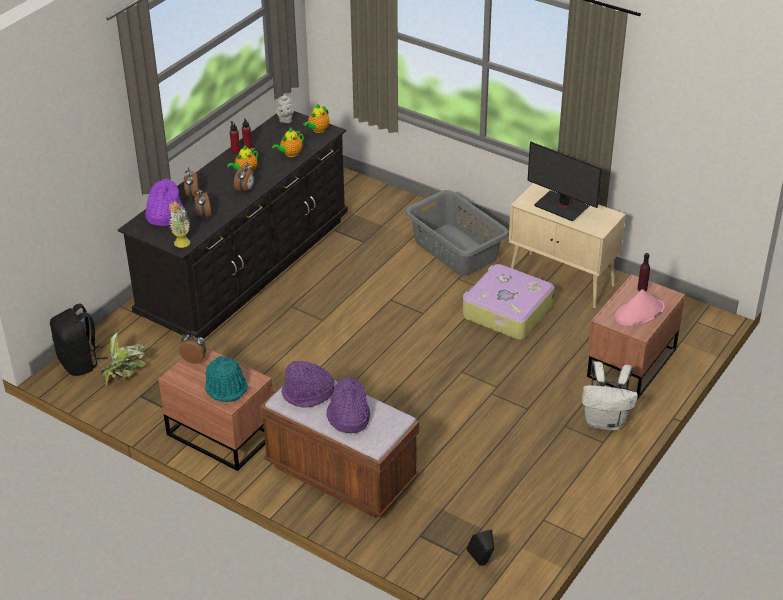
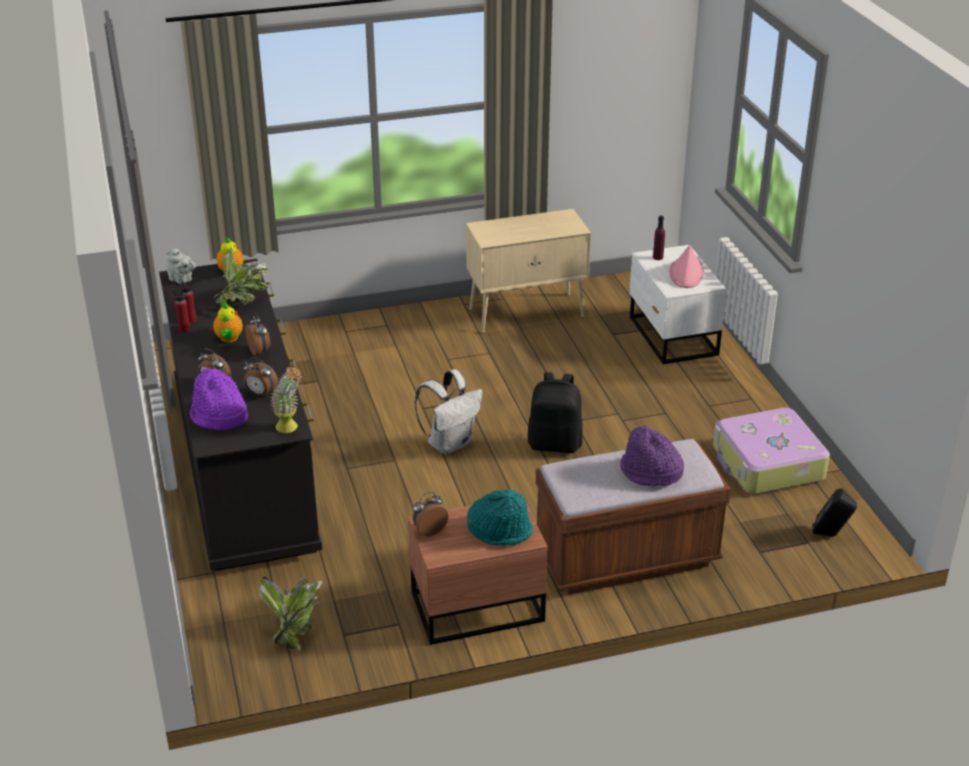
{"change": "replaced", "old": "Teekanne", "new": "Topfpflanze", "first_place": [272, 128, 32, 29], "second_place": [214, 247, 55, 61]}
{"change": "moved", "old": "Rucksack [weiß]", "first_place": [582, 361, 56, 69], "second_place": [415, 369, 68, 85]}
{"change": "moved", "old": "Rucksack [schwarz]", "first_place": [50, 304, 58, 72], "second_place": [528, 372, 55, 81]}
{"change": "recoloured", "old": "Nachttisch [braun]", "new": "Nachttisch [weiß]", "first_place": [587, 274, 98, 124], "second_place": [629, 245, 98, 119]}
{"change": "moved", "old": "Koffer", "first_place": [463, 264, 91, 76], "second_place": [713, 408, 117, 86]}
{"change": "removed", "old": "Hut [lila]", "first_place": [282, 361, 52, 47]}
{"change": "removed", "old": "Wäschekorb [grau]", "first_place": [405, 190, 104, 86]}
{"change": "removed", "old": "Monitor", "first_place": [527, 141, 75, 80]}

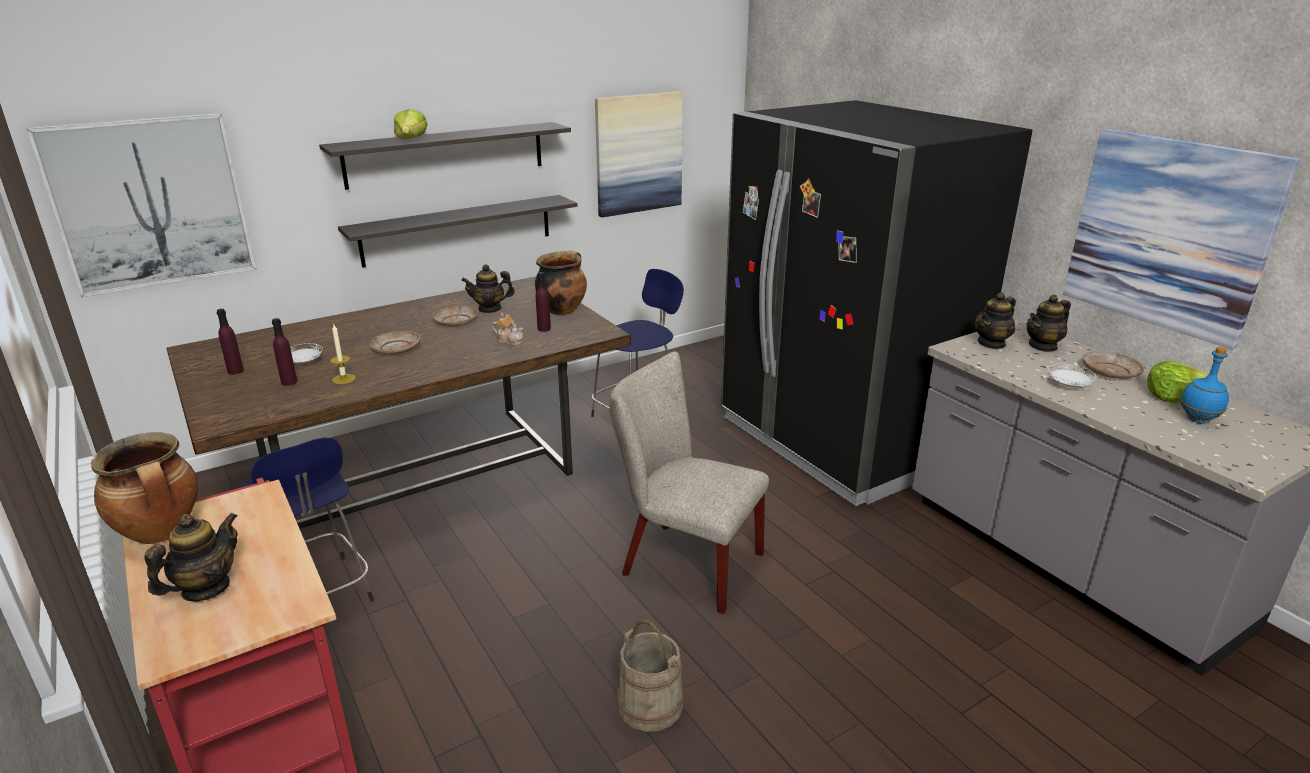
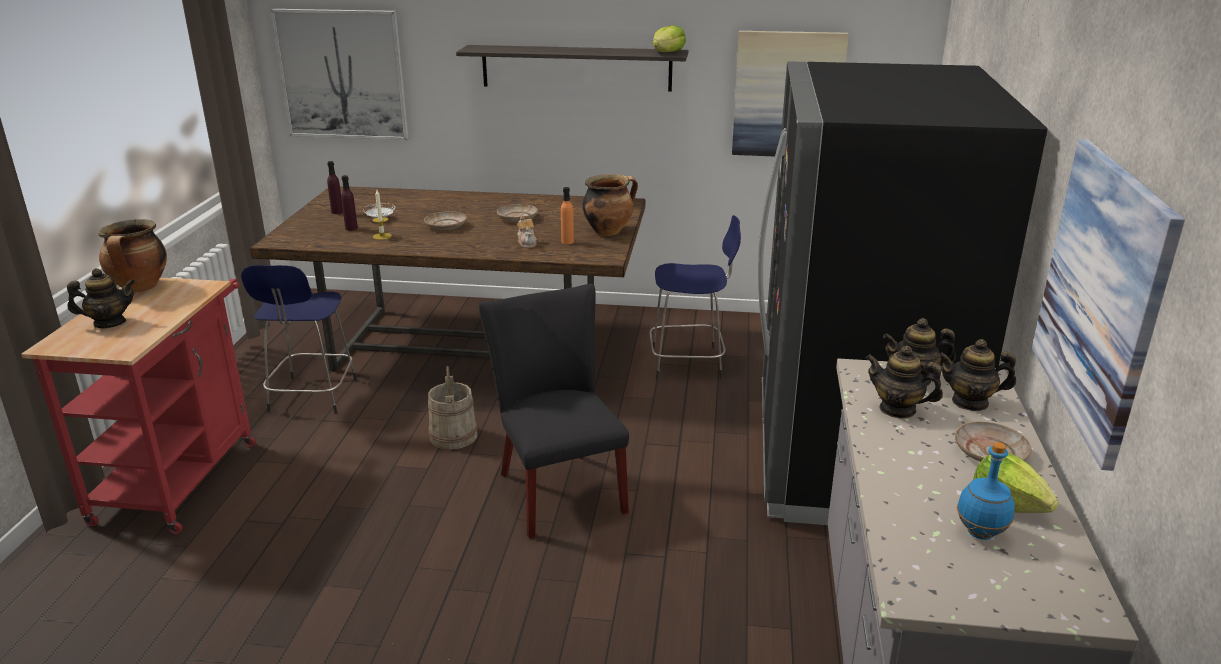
{"change": "moved", "old": "Eimer [beige]", "first_place": [617, 620, 67, 112], "second_place": [428, 366, 50, 84]}
{"change": "recoloured", "old": "Stuhl [beige]", "new": "Stuhl [schwarz]", "first_place": [610, 351, 159, 263], "second_place": [479, 284, 150, 255]}
{"change": "recoloured", "old": "Flasche [lila]", "new": "Flasche [orange]", "first_place": [536, 272, 15, 60], "second_place": [561, 187, 13, 57]}
{"change": "moved", "old": "Salatkopf", "first_place": [394, 109, 34, 30], "second_place": [653, 25, 33, 27]}
{"change": "moved", "old": "Teekanne", "first_place": [461, 265, 54, 48], "second_place": [866, 346, 77, 73]}
{"change": "removed", "old": "Wandregal", "first_place": [338, 195, 240, 72]}
{"change": "removed", "old": "Teller [weiß]", "first_place": [1048, 364, 48, 23]}

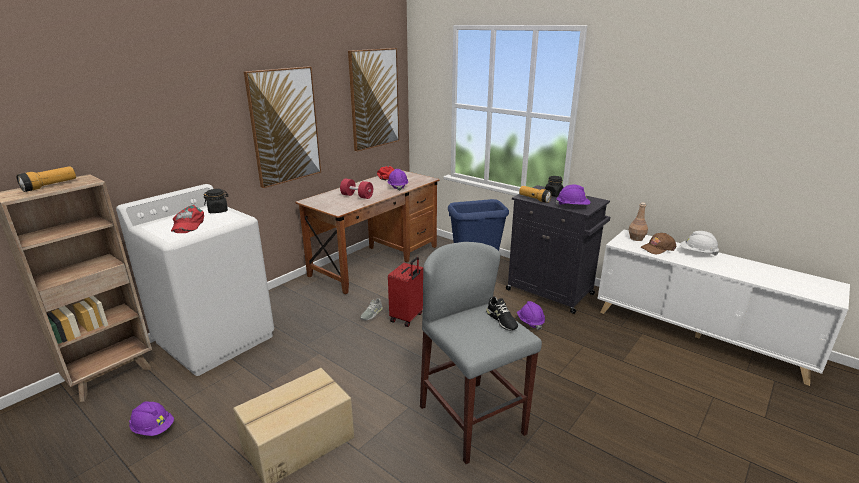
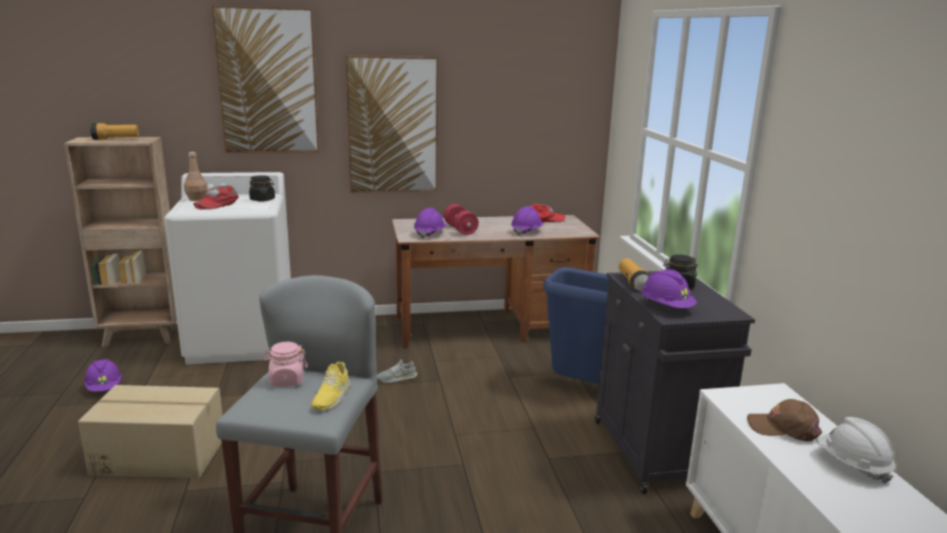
{"change": "moved", "old": "Flasche [braun]", "first_place": [629, 202, 19, 39], "second_place": [184, 152, 24, 49]}
{"change": "moved", "old": "Bild", "first_place": [348, 48, 51, 104], "second_place": [211, 5, 108, 148]}
{"change": "added", "new": "Vorratsglas [rosa]", "second_place": [263, 342, 44, 45]}
{"change": "recoloured", "old": "Schuh [schwarz]", "new": "Schuh [gelb]", "first_place": [486, 296, 32, 34], "second_place": [311, 362, 39, 48]}
{"change": "moved", "old": "Schutzhelm [lila]", "first_place": [517, 301, 28, 29], "second_place": [414, 208, 32, 31]}
{"change": "removed", "old": "Koffer [rot]", "first_place": [388, 257, 35, 70]}

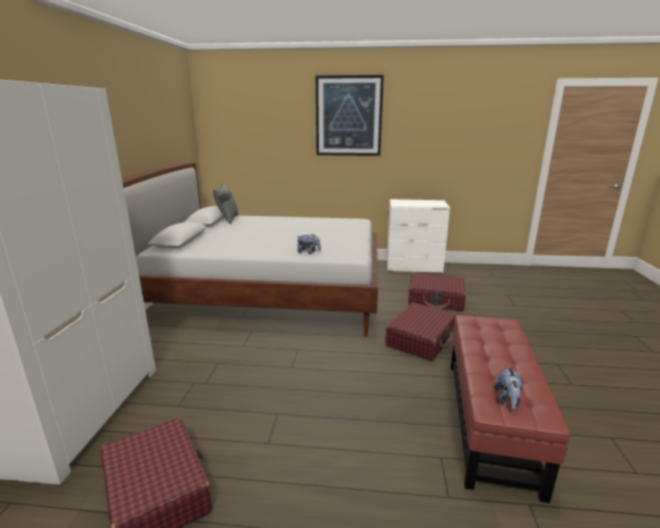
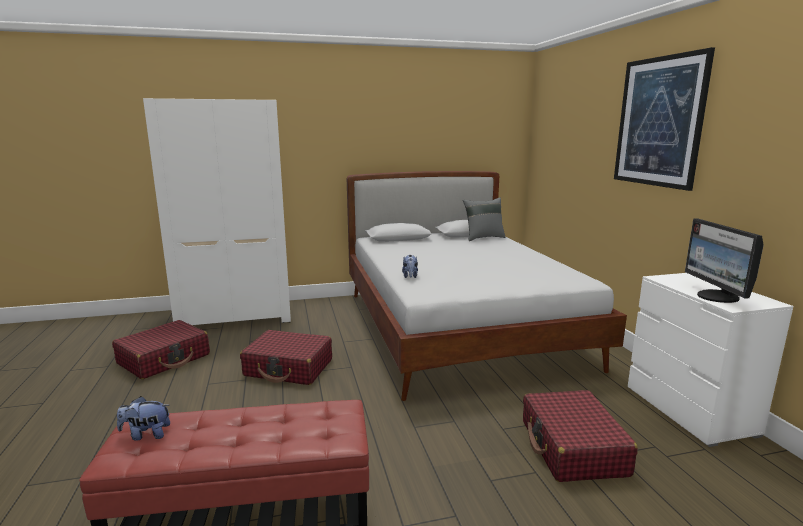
{"change": "moved", "old": "Koffer [rot]", "first_place": [386, 303, 70, 58], "second_place": [240, 330, 92, 55]}
{"change": "added", "new": "Monitor", "second_place": [685, 218, 79, 85]}

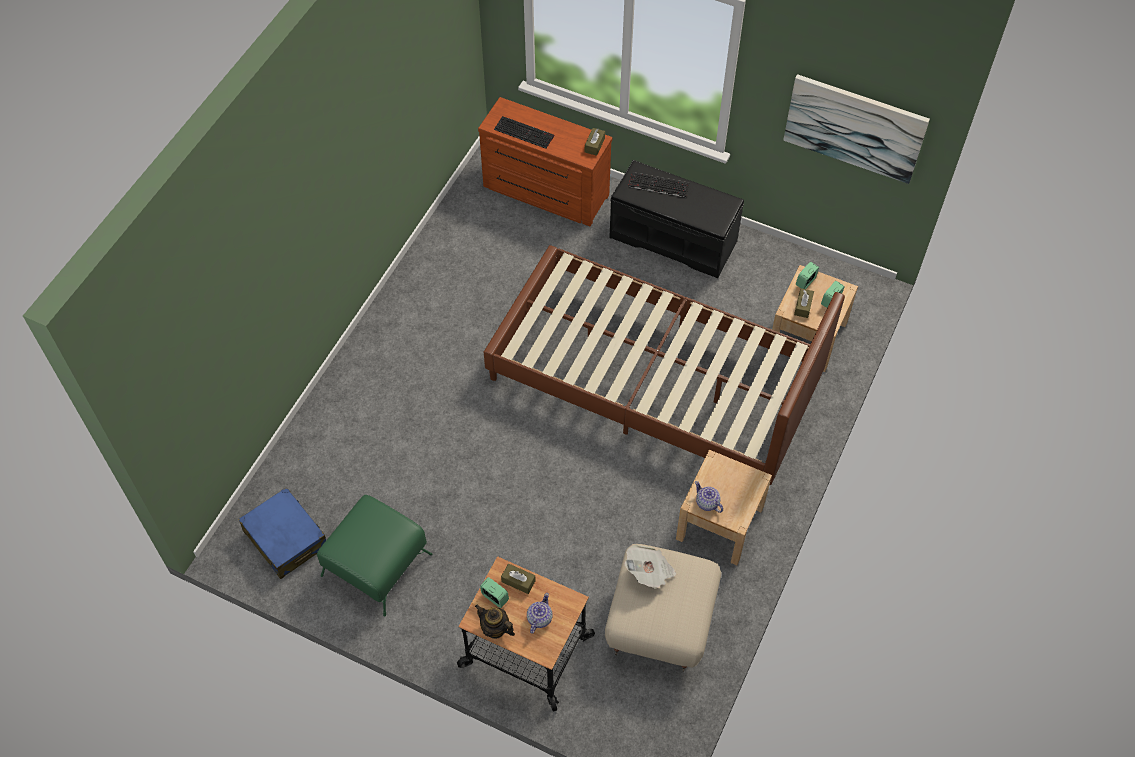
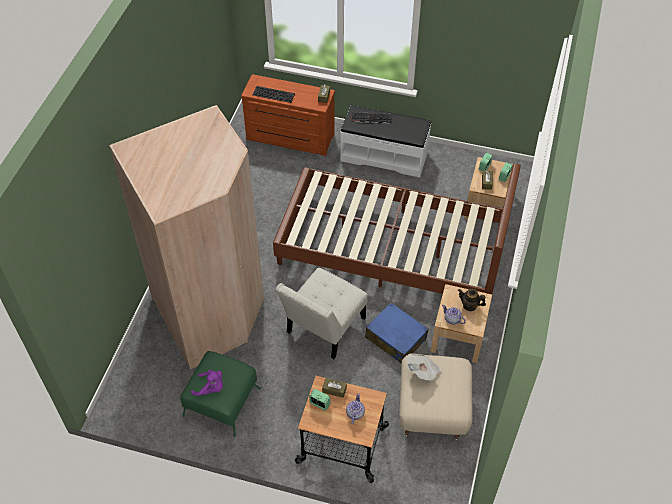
{"change": "added", "new": "Kleiderschrank [beige]", "second_place": [109, 105, 155, 265]}
{"change": "added", "new": "Plüschtier [lila]", "second_place": [191, 370, 32, 26]}
{"change": "added", "new": "Stuhl [weiß]", "second_place": [276, 268, 92, 91]}
{"change": "recoloured", "old": "Bank [schwarz]", "new": "Bank [weiß]", "first_place": [609, 160, 135, 118], "second_place": [340, 105, 91, 73]}
{"change": "moved", "old": "Koffer [blau]", "first_place": [238, 487, 88, 92], "second_place": [365, 303, 64, 60]}
{"change": "moved", "old": "Teekanne", "first_place": [475, 604, 40, 35], "second_place": [458, 289, 28, 22]}
{"change": "removed", "old": "Bild", "first_place": [783, 74, 147, 110]}

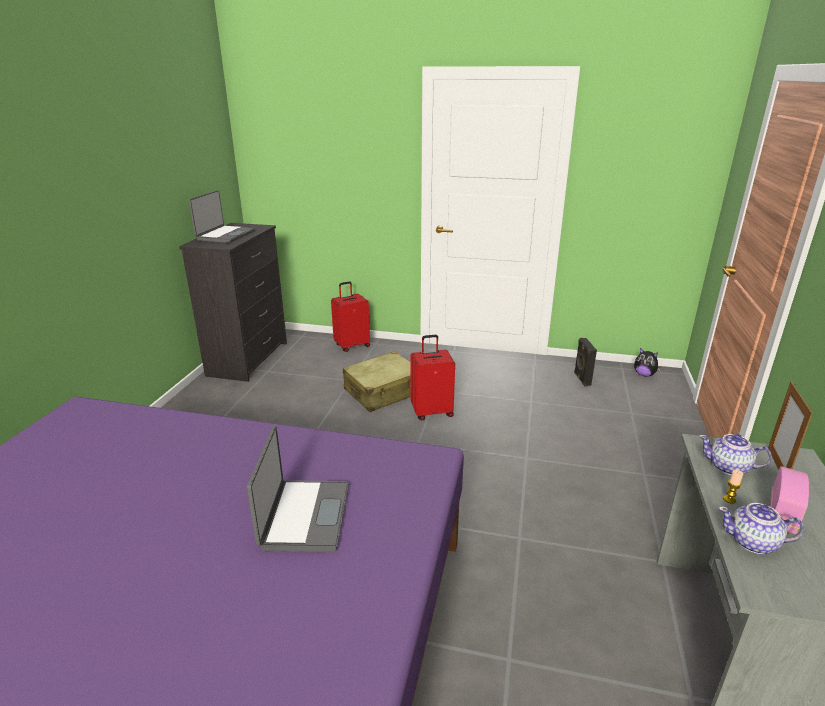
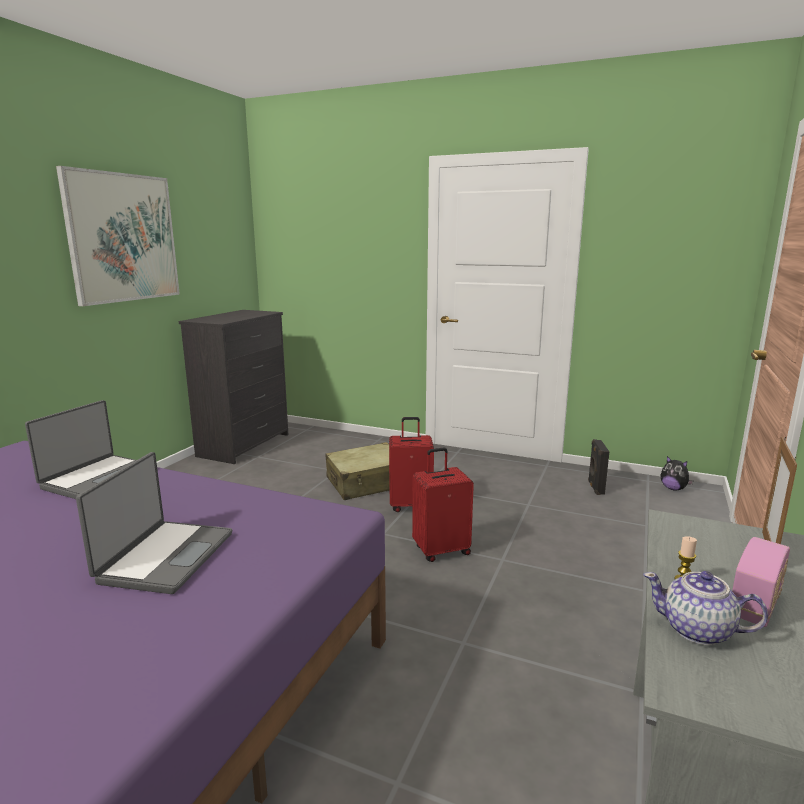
{"change": "moved", "old": "Laptop", "first_place": [189, 190, 66, 53], "second_place": [25, 400, 111, 99]}
{"change": "added", "new": "Bild", "second_place": [56, 166, 124, 140]}
{"change": "moved", "old": "Koffer [rot]", "first_place": [331, 281, 39, 71], "second_place": [412, 448, 62, 114]}
{"change": "removed", "old": "Teekanne", "first_place": [699, 434, 73, 41]}

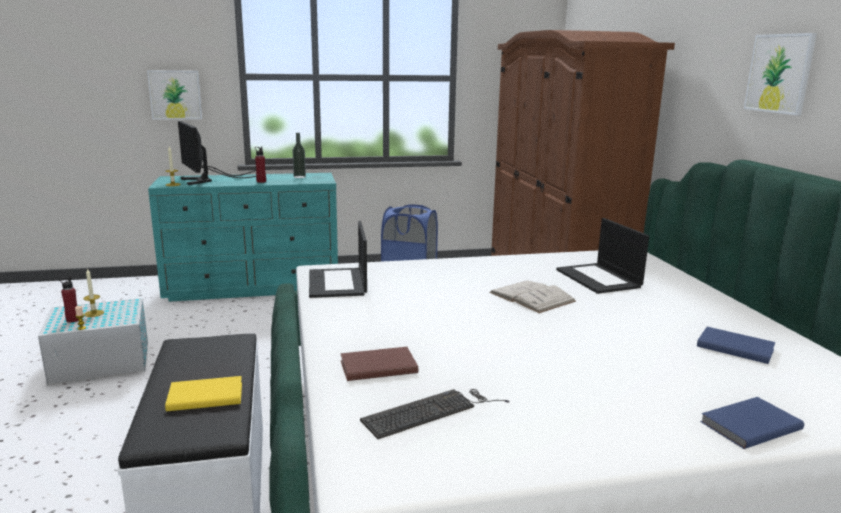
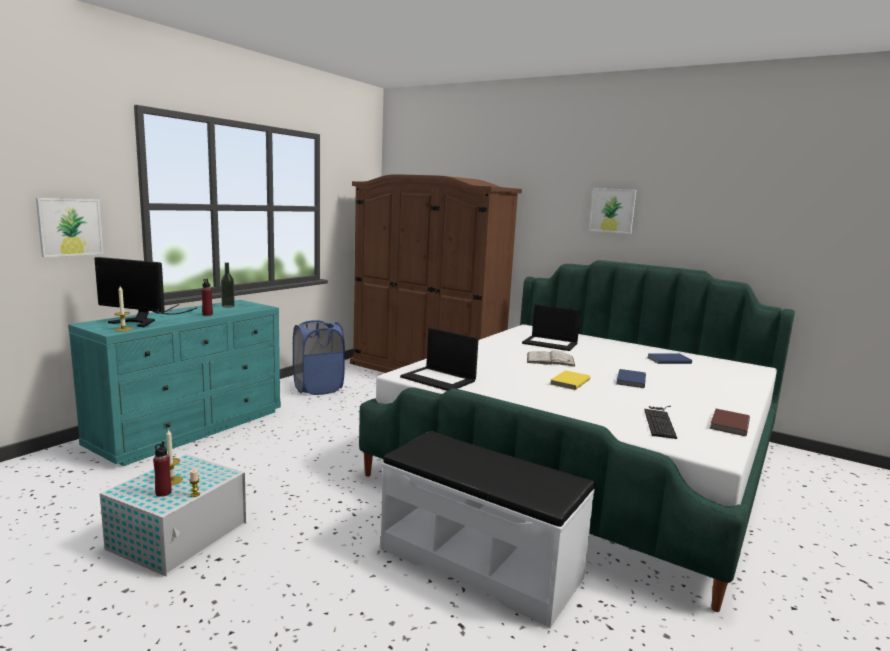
{"change": "moved", "old": "Buch [gelb]", "first_place": [165, 376, 77, 35], "second_place": [550, 370, 41, 20]}
{"change": "moved", "old": "Buch [blau]", "first_place": [700, 397, 104, 52], "second_place": [616, 369, 30, 19]}
{"change": "moved", "old": "Buch [braun]", "first_place": [340, 347, 78, 34], "second_place": [710, 409, 40, 27]}

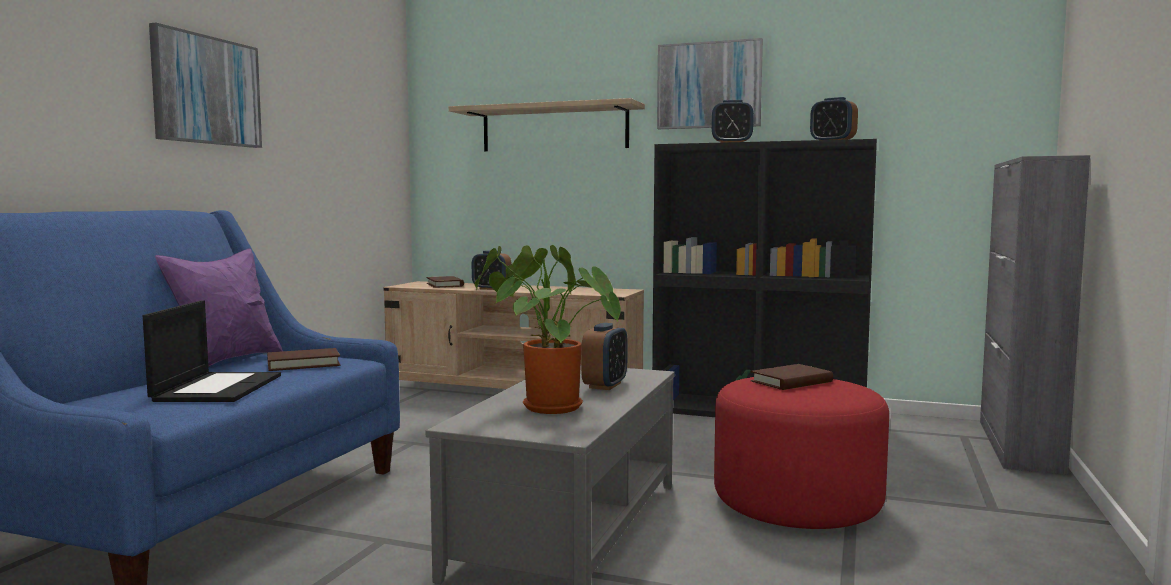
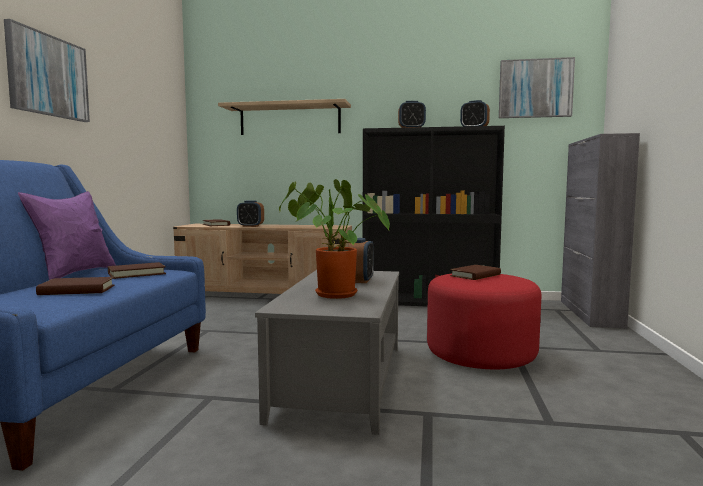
{"change": "replaced", "old": "Laptop", "new": "Buch [braun]", "first_place": [143, 300, 138, 102], "second_place": [36, 277, 79, 18]}
{"change": "moved", "old": "Bild", "first_place": [657, 38, 106, 91], "second_place": [499, 57, 76, 61]}

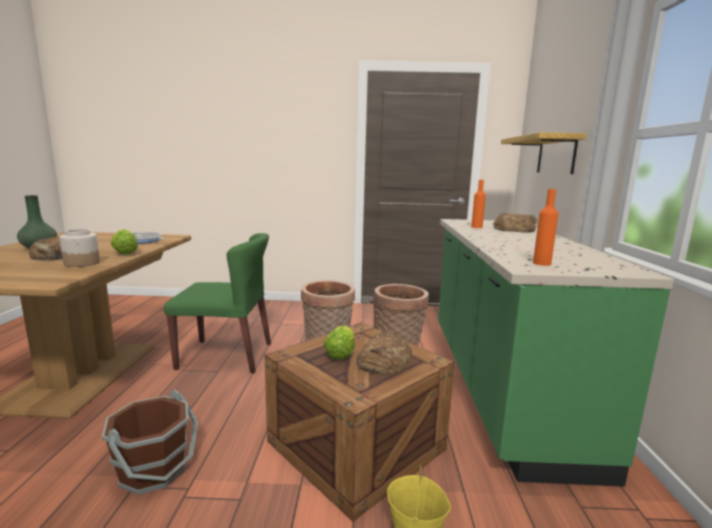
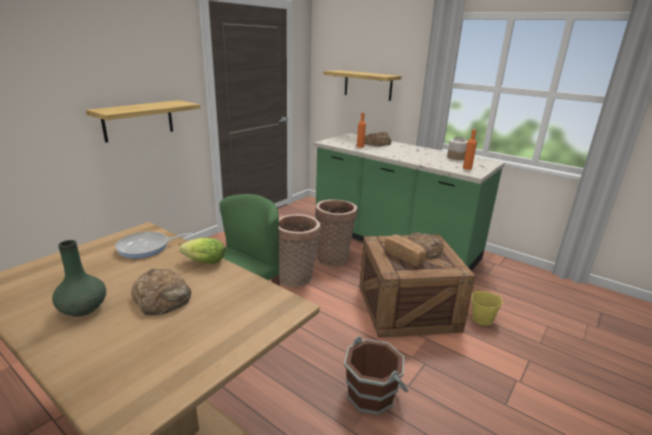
{"change": "added", "new": "Wandregal", "second_place": [86, 100, 114, 43]}
{"change": "replaced", "old": "Salatkopf", "new": "Brot", "first_place": [324, 325, 31, 35], "second_place": [385, 234, 42, 32]}
{"change": "moved", "old": "Vorratsglas", "first_place": [60, 229, 40, 38], "second_place": [447, 137, 21, 23]}

